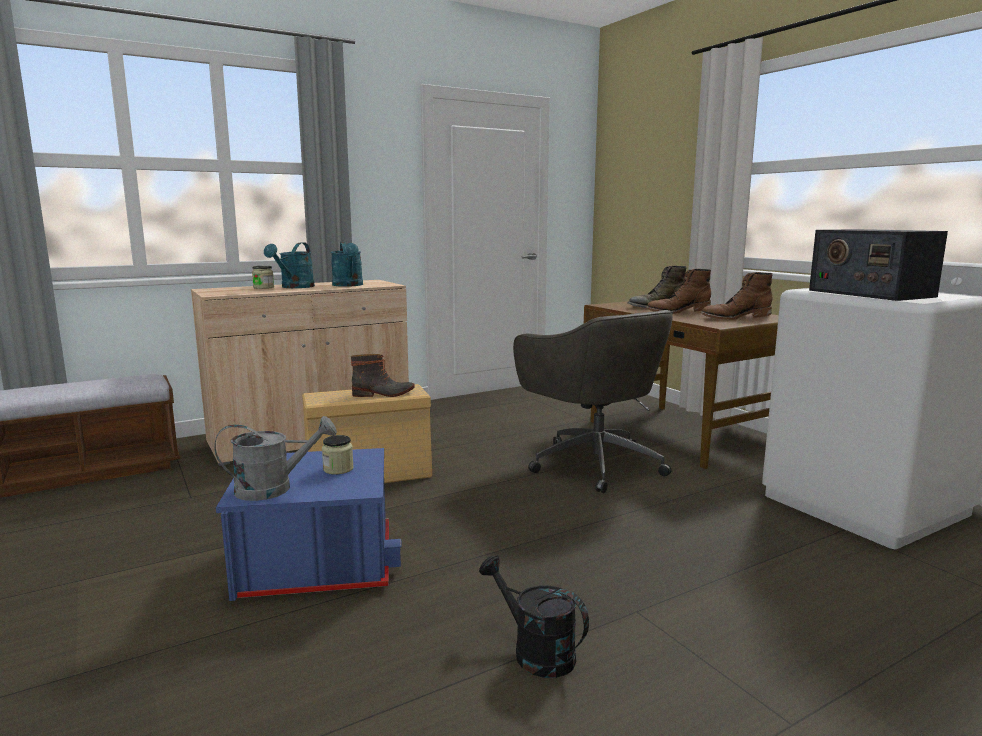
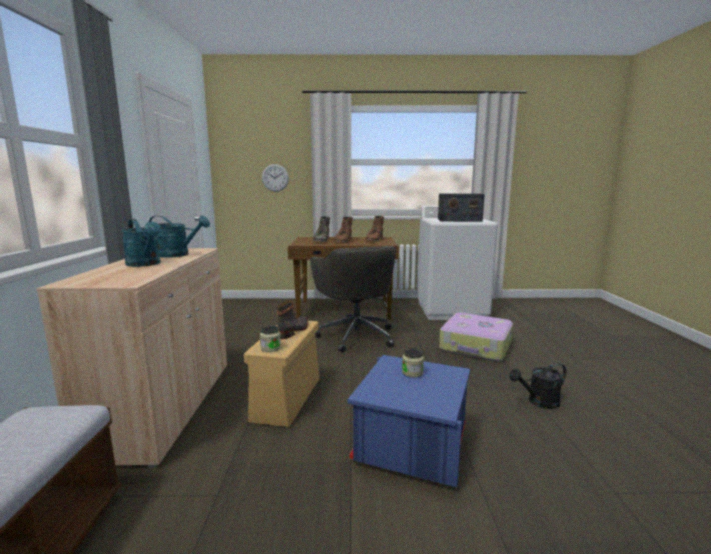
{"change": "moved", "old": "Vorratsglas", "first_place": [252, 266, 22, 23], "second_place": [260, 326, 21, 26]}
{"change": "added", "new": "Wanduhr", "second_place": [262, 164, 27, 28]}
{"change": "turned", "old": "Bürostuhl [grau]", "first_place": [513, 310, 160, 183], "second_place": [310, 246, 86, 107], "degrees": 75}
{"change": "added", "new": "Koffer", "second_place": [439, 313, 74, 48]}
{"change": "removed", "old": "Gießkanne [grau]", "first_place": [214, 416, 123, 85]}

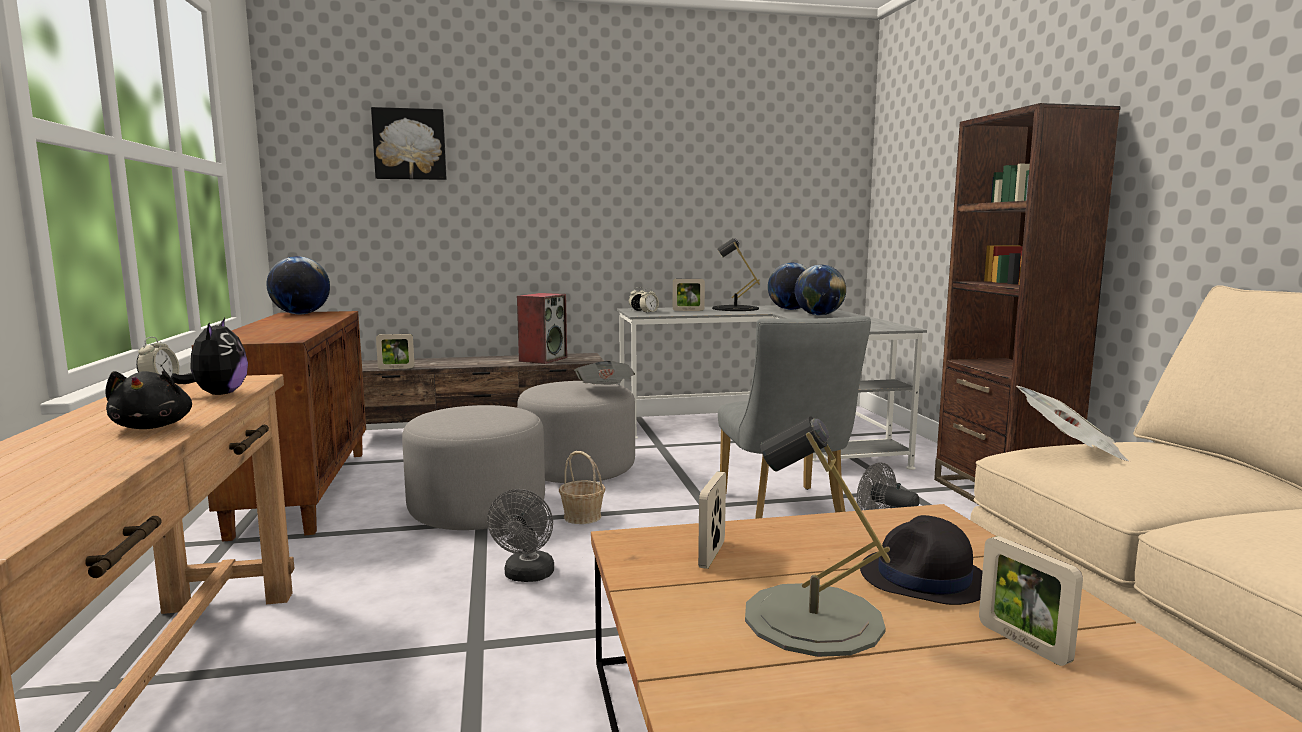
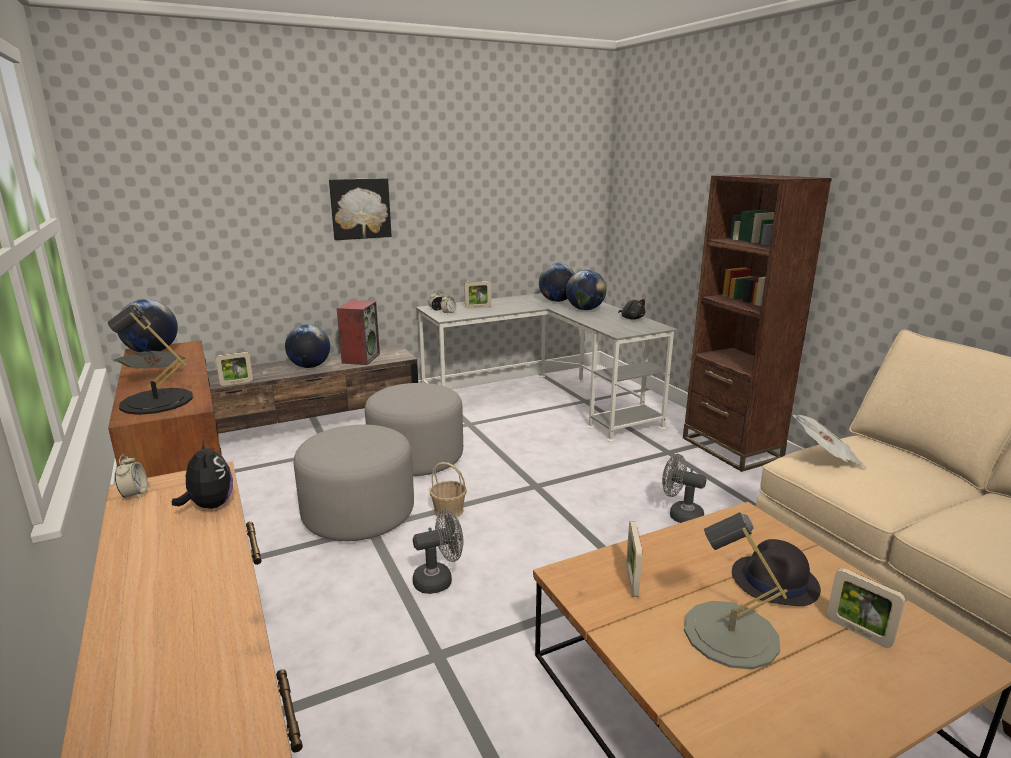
{"change": "moved", "old": "Tischlampe [schwarz]", "first_place": [712, 238, 48, 73], "second_place": [108, 305, 85, 110]}
{"change": "moved", "old": "Zeitung", "first_place": [574, 361, 61, 24], "second_place": [113, 351, 72, 18]}
{"change": "added", "new": "Globus", "second_place": [285, 325, 45, 43]}
{"change": "moved", "old": "Bild", "first_place": [371, 107, 76, 73], "second_place": [329, 178, 63, 62]}
{"change": "turned", "old": "Ventilator [grau]", "first_place": [487, 489, 67, 93], "second_place": [413, 509, 51, 85], "degrees": -105}
{"change": "moved", "old": "Plüschtier [schwarz]", "first_place": [105, 370, 87, 59], "second_place": [618, 299, 27, 21]}
{"change": "removed", "old": "Stuhl [grau]", "first_place": [718, 316, 153, 203]}

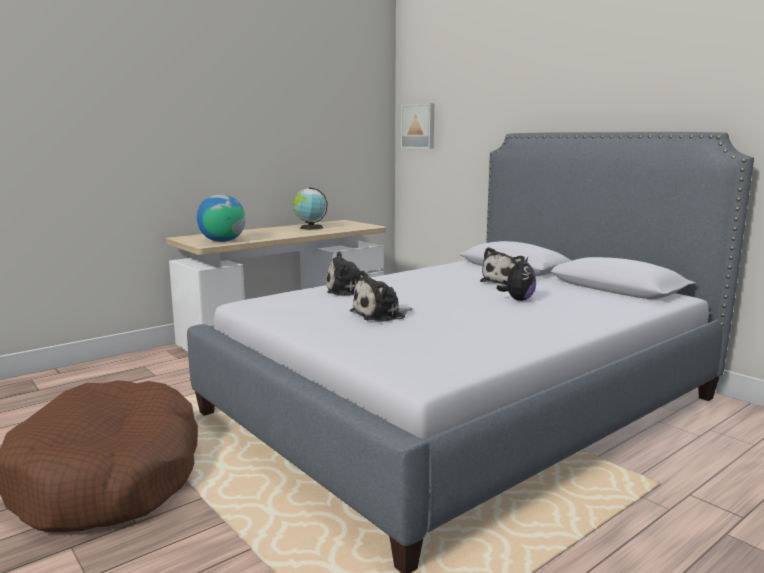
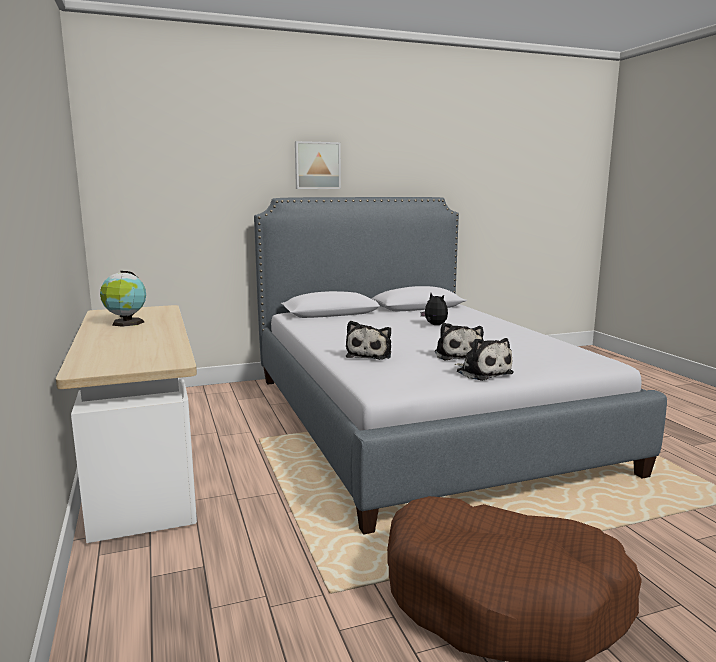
{"change": "moved", "old": "Bild", "first_place": [401, 103, 33, 46], "second_place": [295, 141, 46, 48]}
{"change": "moved", "old": "Plüschtier", "first_place": [480, 247, 45, 38], "second_place": [455, 338, 59, 43]}
{"change": "removed", "old": "Globus", "first_place": [197, 195, 48, 47]}

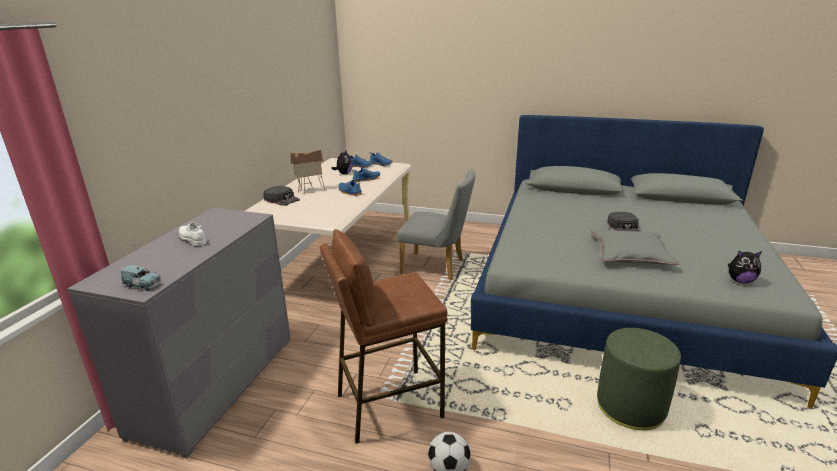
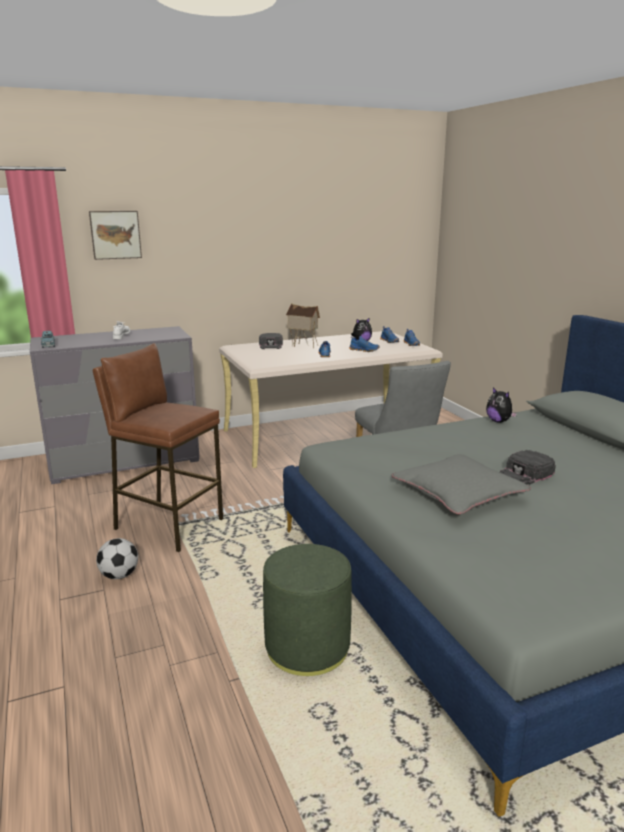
{"change": "added", "new": "Bild", "second_place": [89, 211, 53, 49]}
{"change": "moved", "old": "Plüschtier", "first_place": [727, 250, 35, 33], "second_place": [486, 387, 31, 36]}

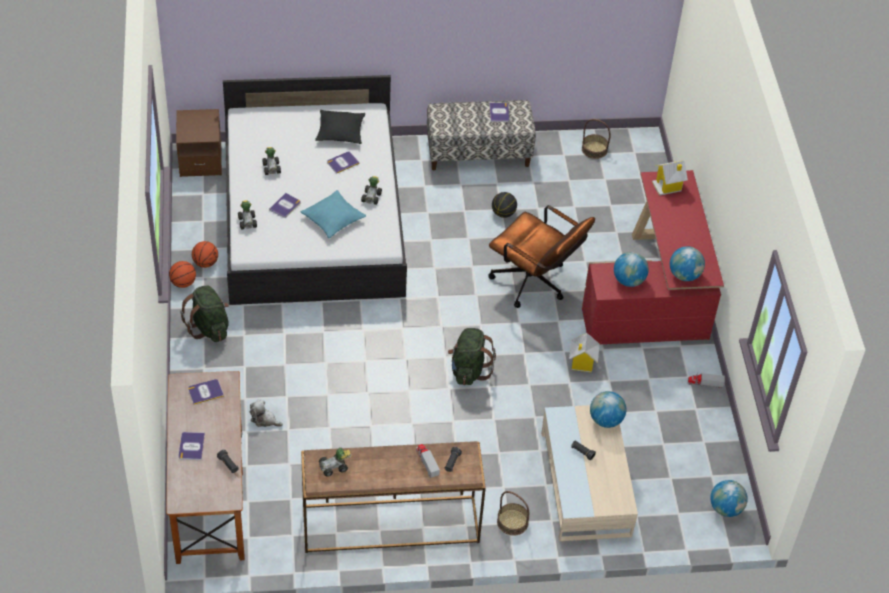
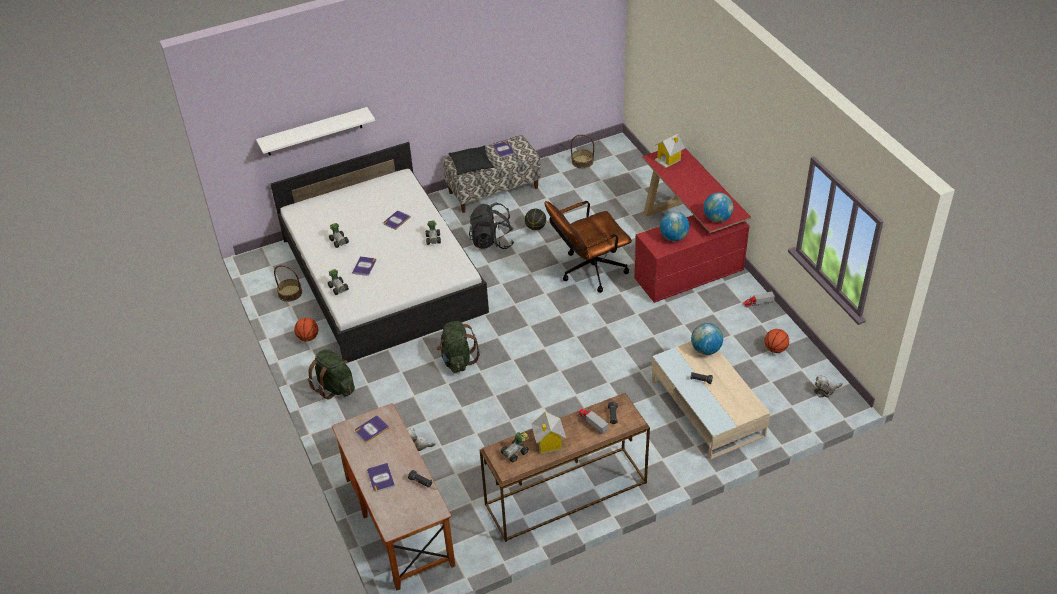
{"change": "added", "new": "Wandregal [weiß]", "second_place": [256, 107, 119, 48]}
{"change": "moved", "old": "Korb", "first_place": [497, 491, 32, 45], "second_place": [274, 265, 28, 37]}
{"change": "moved", "old": "Rucksack [grün]", "first_place": [448, 328, 48, 57], "second_place": [437, 321, 43, 52]}
{"change": "moved", "old": "Kissen [schwarz]", "first_place": [315, 110, 50, 34], "second_place": [448, 146, 46, 29]}
{"change": "added", "new": "Rucksack [schwarz]", "second_place": [469, 203, 45, 46]}
{"change": "moved", "old": "Spielzeughaus", "first_place": [569, 333, 31, 40], "second_place": [531, 412, 35, 42]}
{"change": "turned", "old": "Bürostuhl [braun]", "first_place": [488, 205, 107, 103], "second_place": [545, 201, 87, 92], "degrees": 135}
{"change": "moved", "old": "Basketball", "first_place": [169, 261, 27, 27], "second_place": [765, 329, 24, 24]}
{"change": "replaced", "old": "Globus", "new": "Plüschtier", "first_place": [710, 480, 38, 37], "second_place": [814, 375, 29, 22]}
{"change": "removed", "old": "Nachttisch [braun]", "first_place": [176, 109, 46, 68]}
{"change": "removed", "old": "Kissen [türkis]", "first_place": [300, 190, 66, 48]}

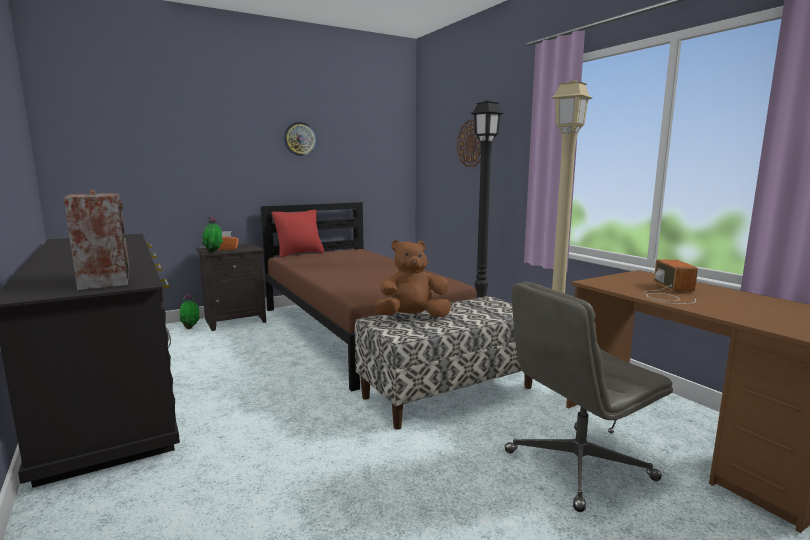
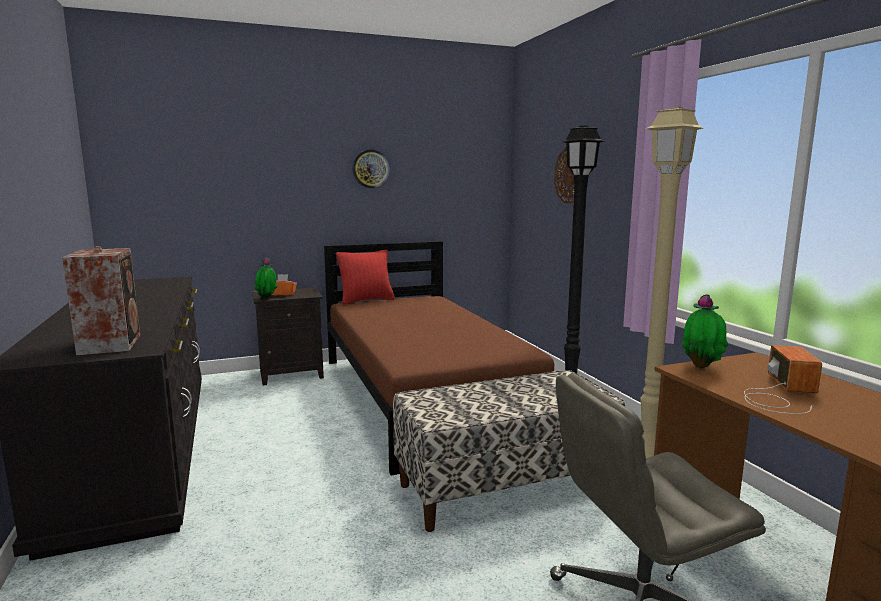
{"change": "moved", "old": "Topfpflanze", "first_place": [180, 293, 20, 36], "second_place": [682, 294, 46, 74]}
{"change": "removed", "old": "Plüschtier [braun]", "first_place": [375, 240, 76, 77]}

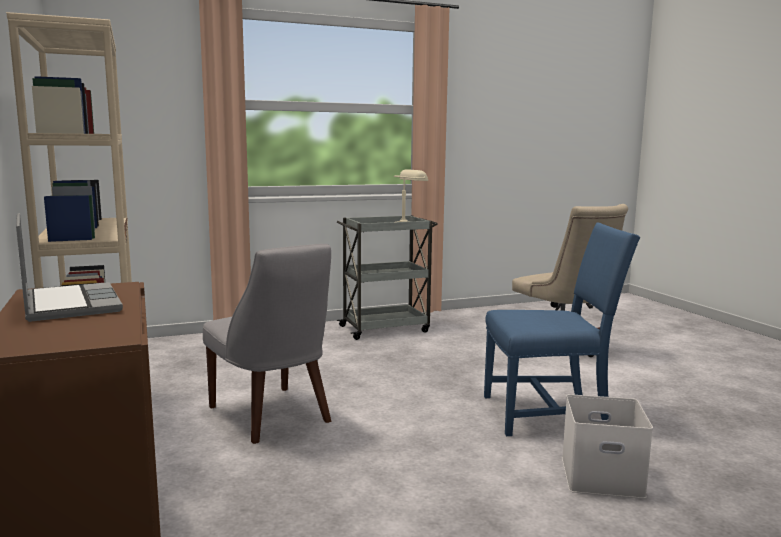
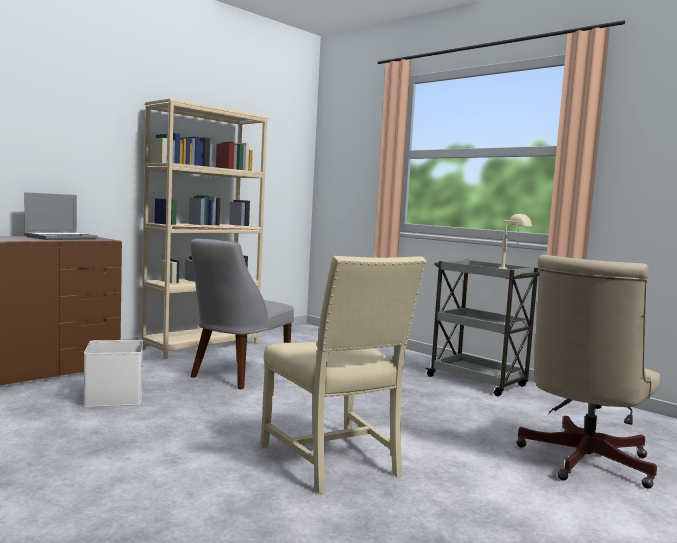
{"change": "moved", "old": "Aufbewahrungsbox [weiß]", "first_place": [562, 394, 91, 105], "second_place": [83, 340, 60, 67]}
{"change": "recoloured", "old": "Stuhl [blau]", "new": "Stuhl [beige]", "first_place": [484, 223, 156, 213], "second_place": [261, 256, 165, 238]}

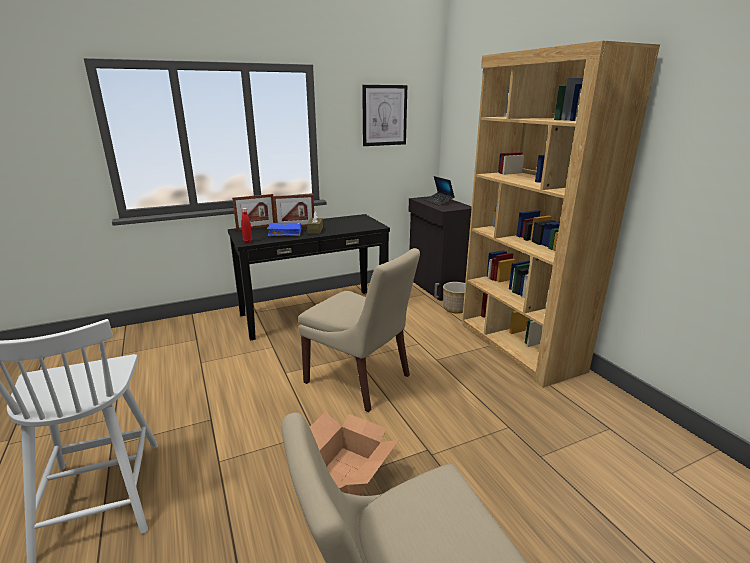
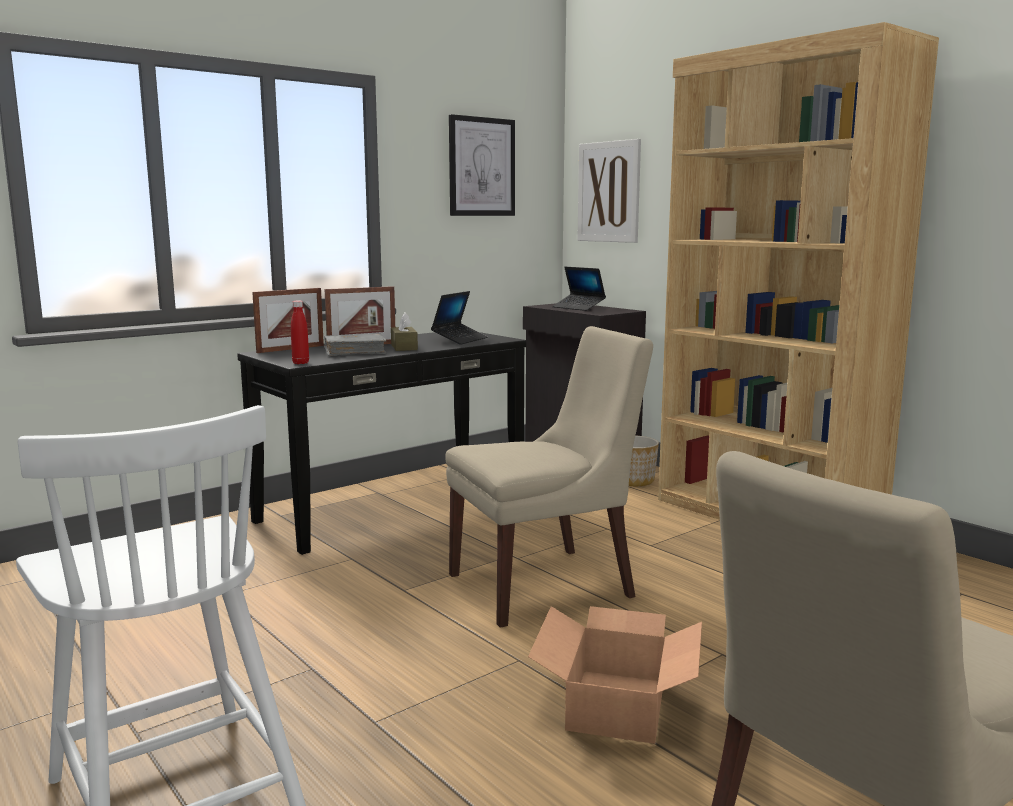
{"change": "recoloured", "old": "Buch [blau]", "new": "Buch [grau]", "first_place": [267, 223, 34, 13], "second_place": [324, 334, 62, 22]}
{"change": "added", "new": "Laptop", "second_place": [431, 291, 57, 54]}
{"change": "turned", "old": "Stuhl [beige]", "first_place": [298, 248, 122, 164], "second_place": [445, 326, 208, 302], "degrees": -45}
{"change": "added", "new": "Bild", "second_place": [577, 139, 64, 104]}

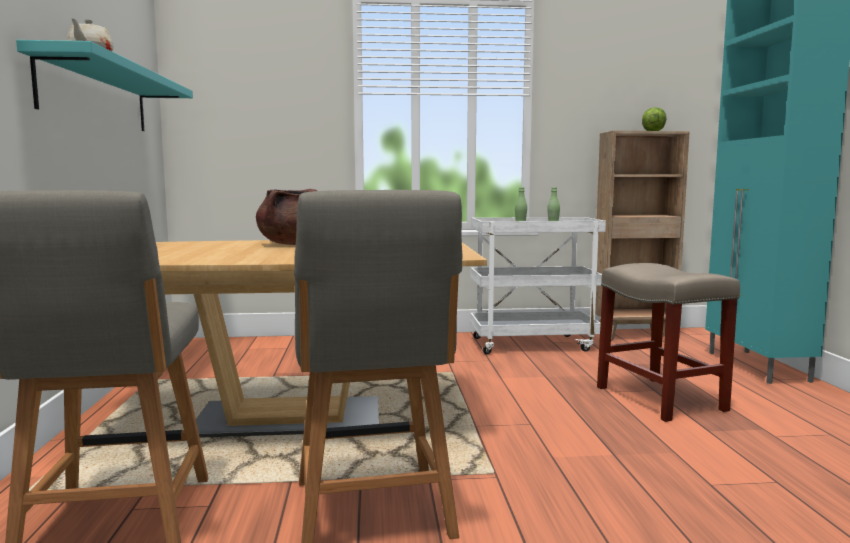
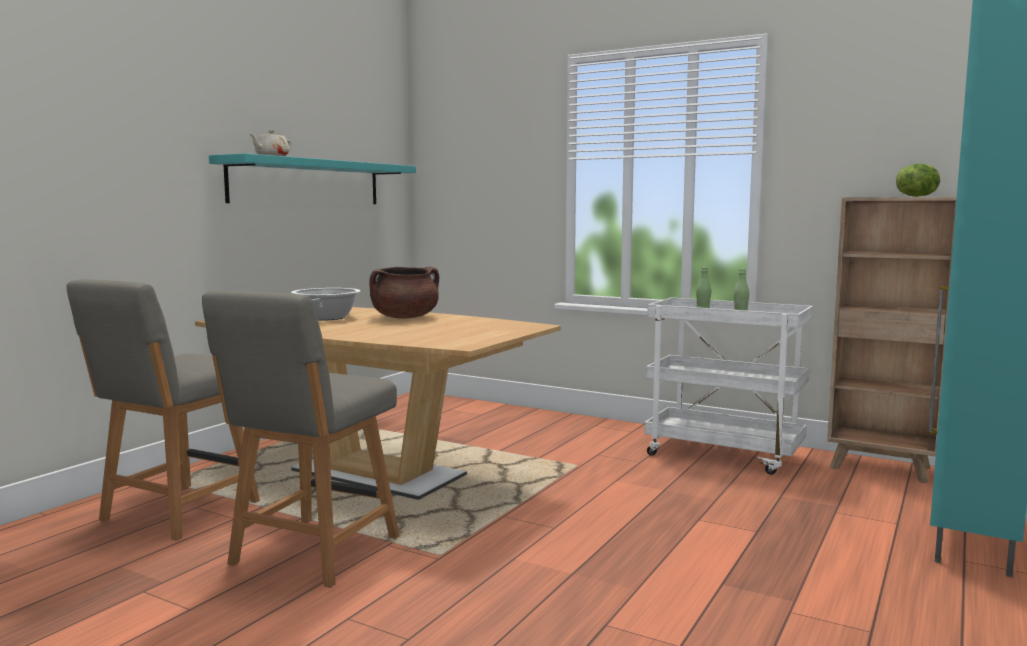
{"change": "added", "new": "Kochtopf", "second_place": [291, 288, 69, 32]}
{"change": "removed", "old": "Hocker [beige]", "first_place": [597, 263, 143, 159]}

